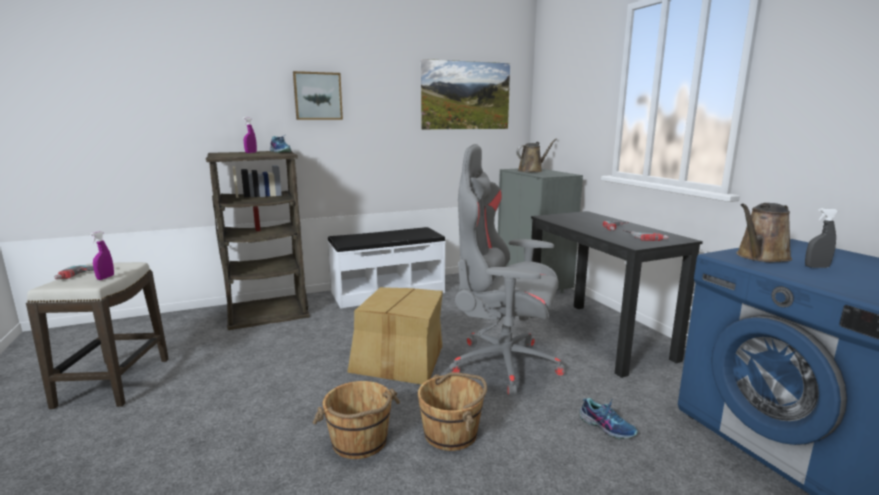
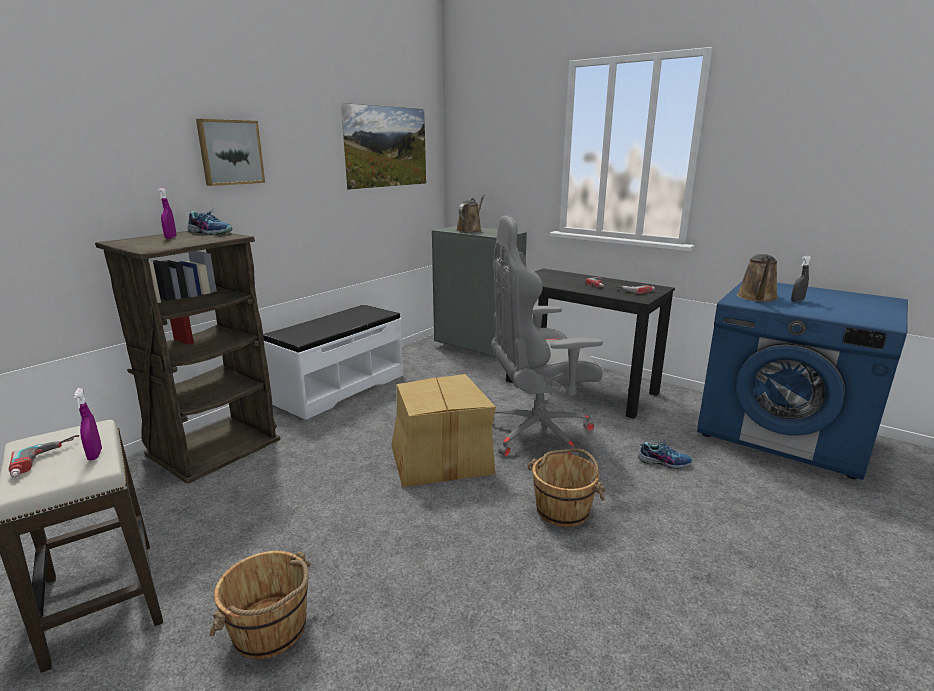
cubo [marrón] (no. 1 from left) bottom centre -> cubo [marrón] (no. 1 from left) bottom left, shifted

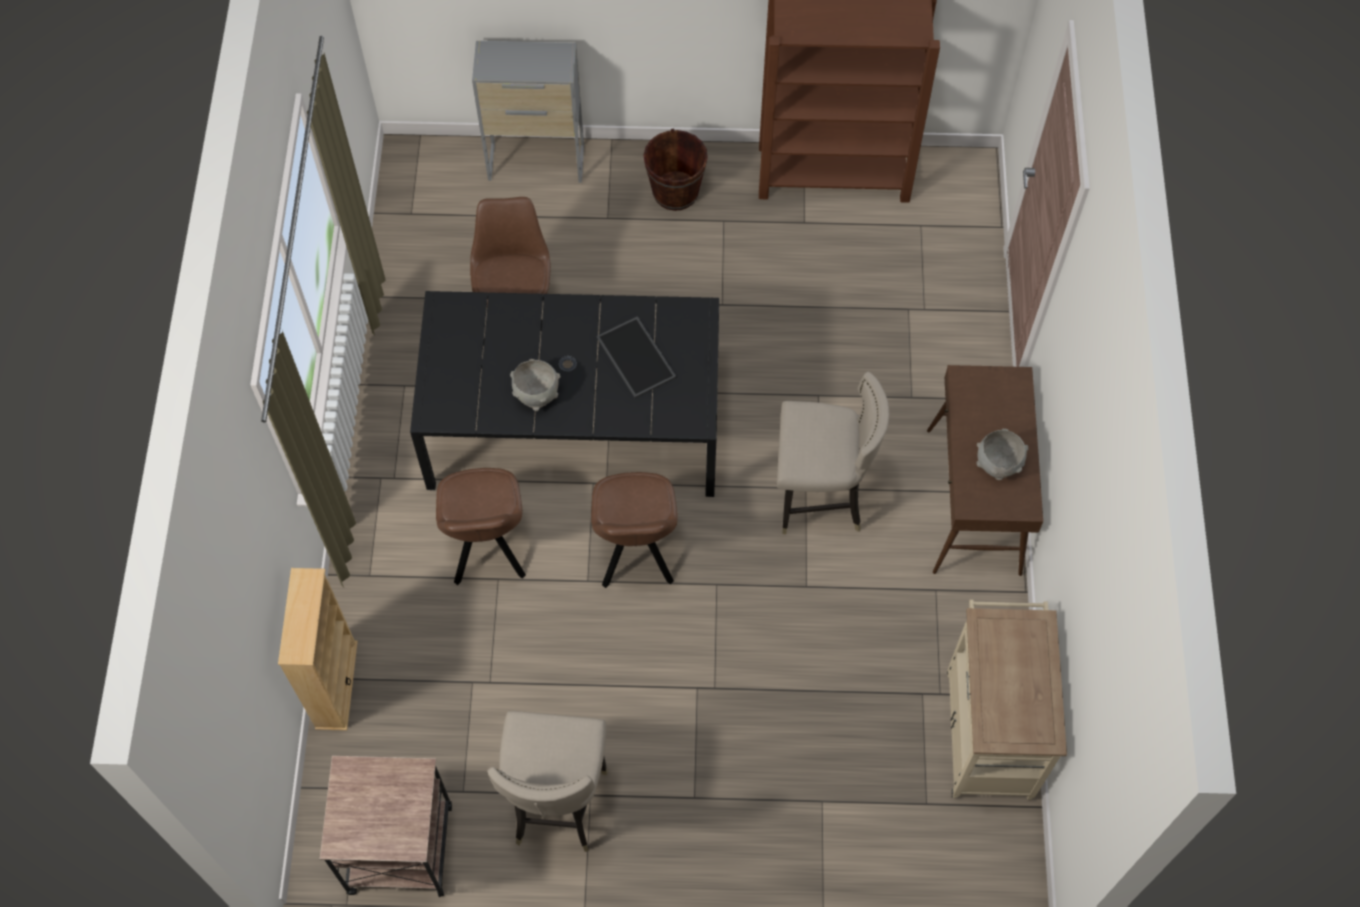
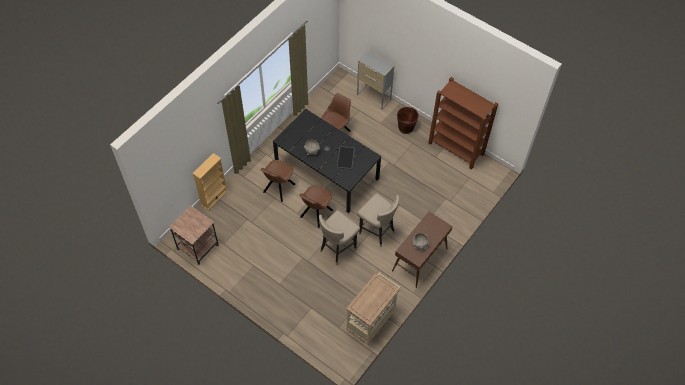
taburete [beis] (no. 1 from left) bottom centre -> taburete [beis] (no. 1 from left) centre, shifted

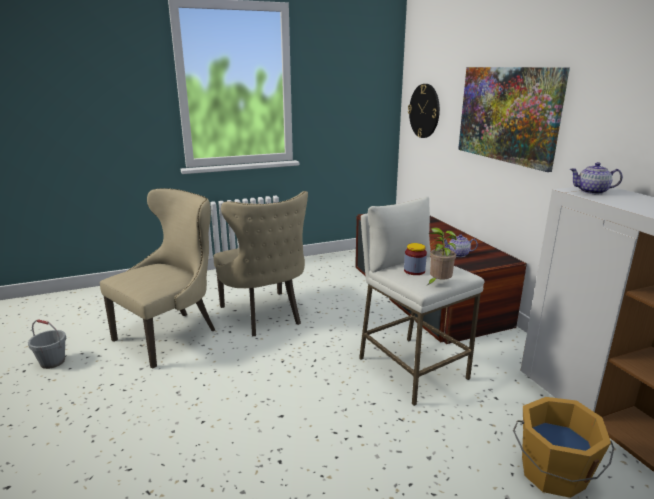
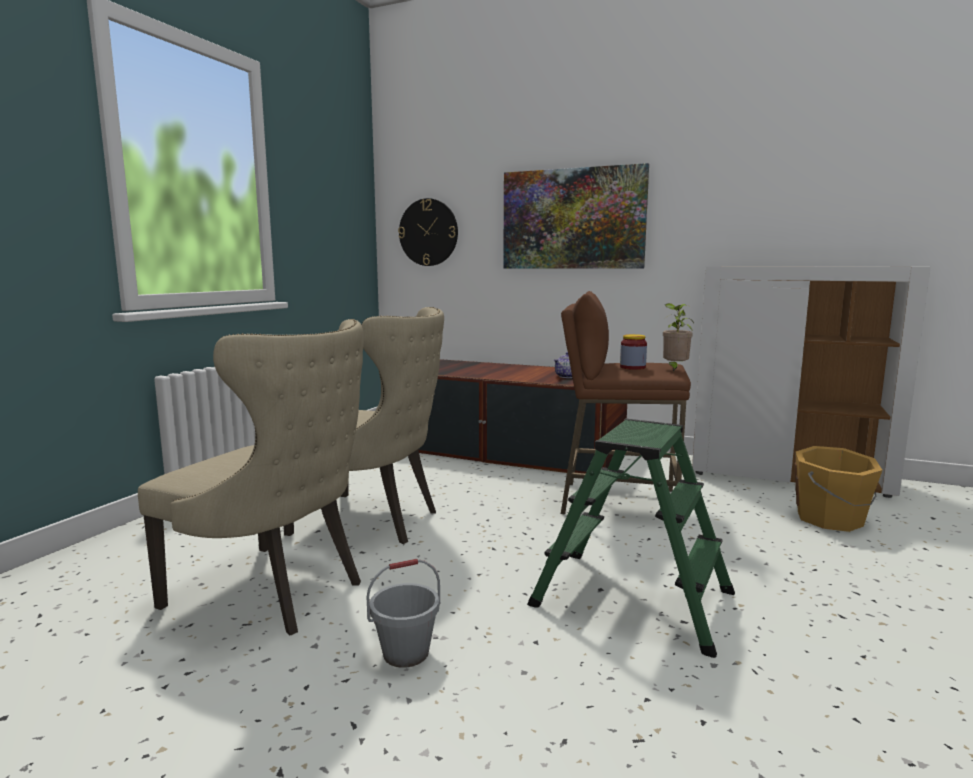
tetera (no. 2 from left) middle right -> none
silla [beis] (no. 1 from left) middle left, 120 degrees clockwise
taburete [blanco] centre -> taburete [marrón] centre
cubo [gris] bottom left -> cubo [gris] bottom centre, shifted
none -> escalera de tijera [verde] bottom centre

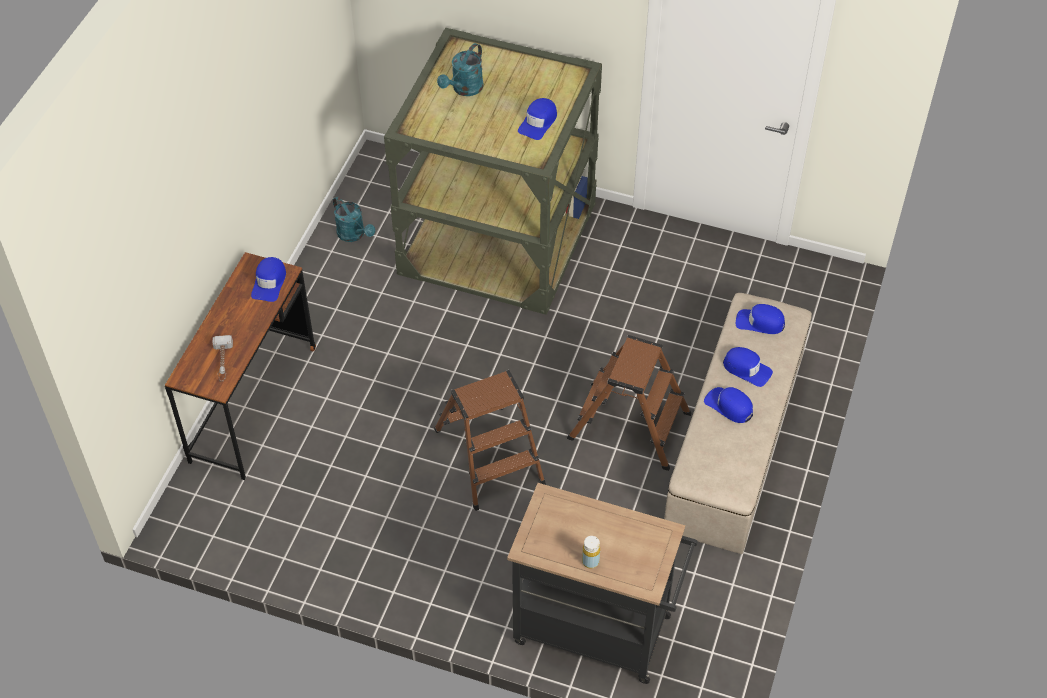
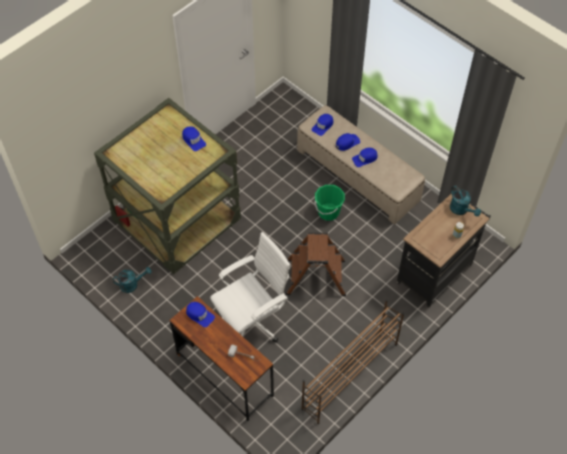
regadera [turquesa] (no. 2 from left) top centre -> regadera [turquesa] (no. 2 from left) middle right, shifted
escalera de tijera [marrón] (no. 2 from left) centre -> cubo [verde] centre
none -> silla de oficina [blanco] centre
none -> zapatero [marrón] bottom centre

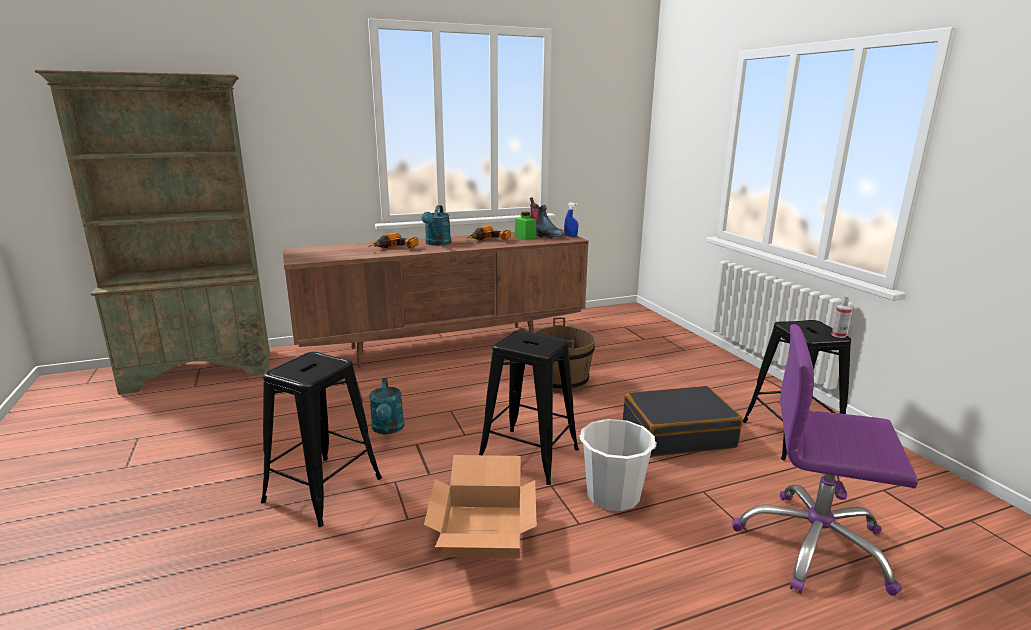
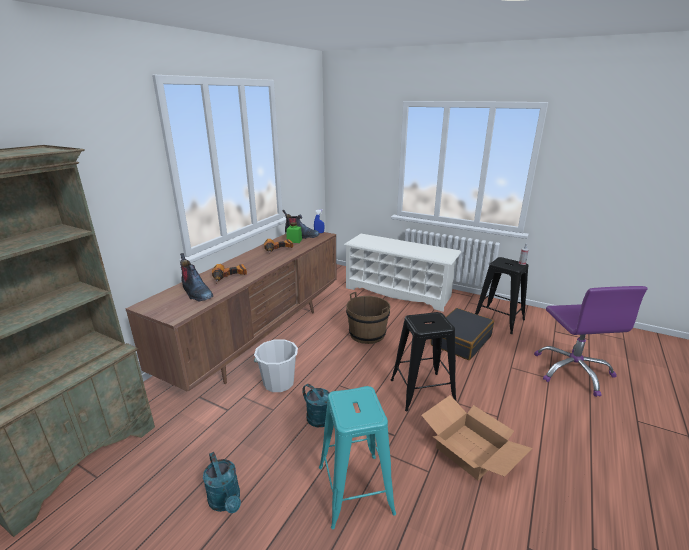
regadera [turquesa] (no. 2 from left in the first image) centre -> regadera [turquesa] (no. 1 from left) bottom left, shifted
silla de oficina [morado] bottom right -> silla de oficina [morado] middle right, 75 degrees counterclockwise
taburete [negro] (no. 1 from left) bottom left -> taburete [turquesa] bottom centre
cubo [blanco] bottom centre -> cubo [blanco] centre, shifted
none -> zapatero [blanco] centre
none -> bota (no. 1 from left) middle left

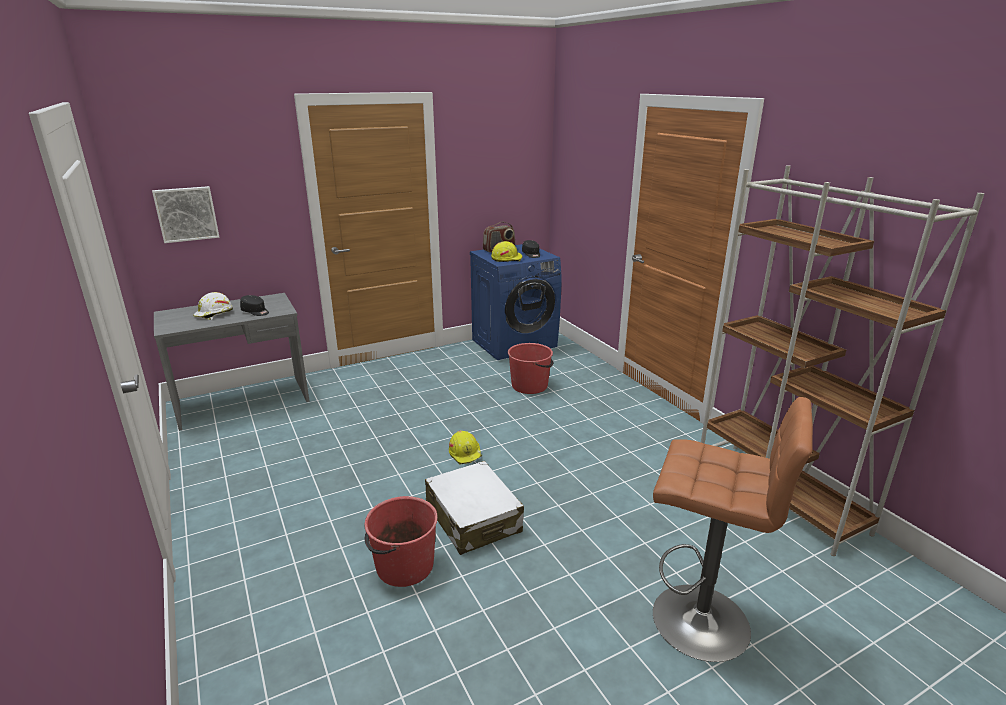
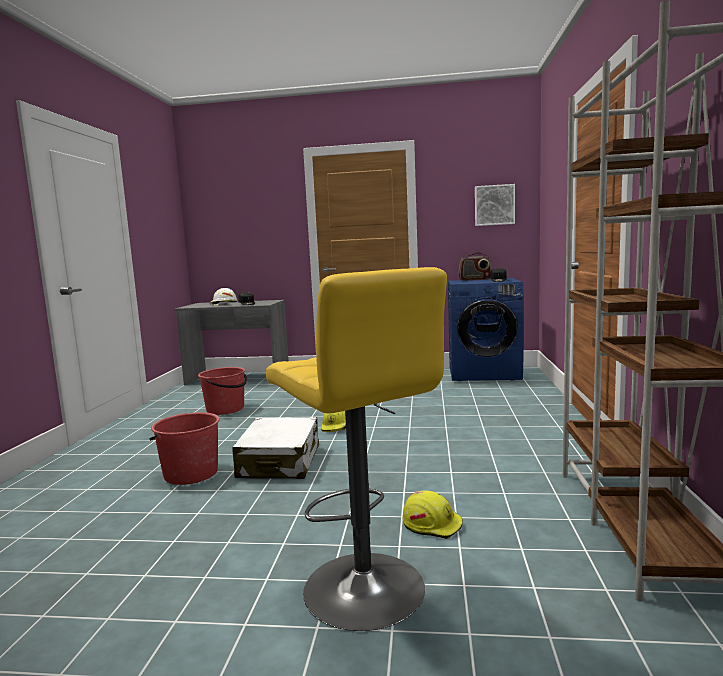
cuadro top left -> cuadro top right, shifted
casco [amarillo] (no. 2 from left) centre -> casco [amarillo] (no. 2 from left) bottom centre, shifted
cubo [rojo] (no. 2 from left) centre -> cubo [rojo] (no. 2 from left) middle left, shifted
taburete [marrón] bottom right -> taburete [amarillo] centre

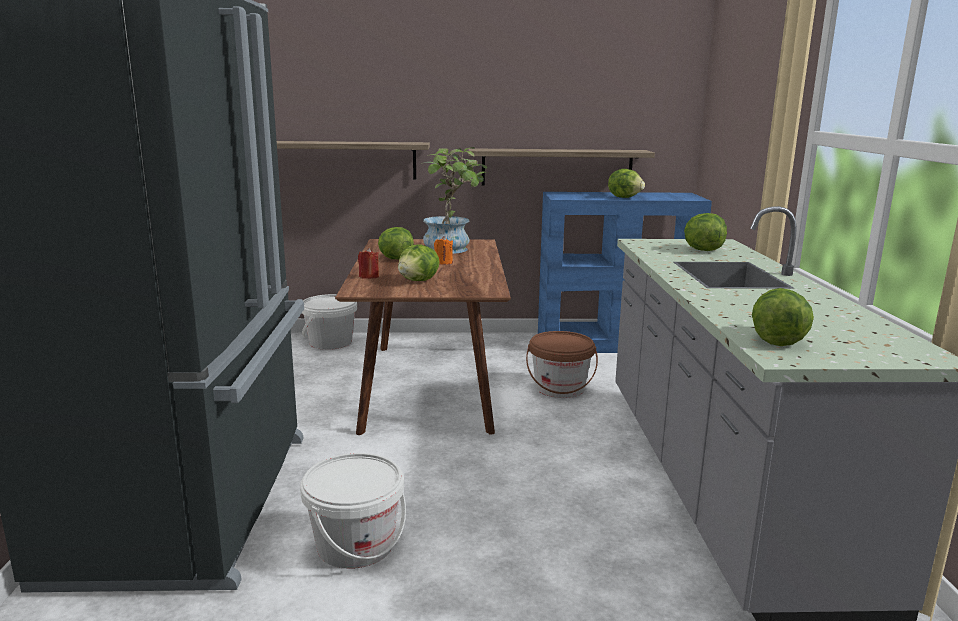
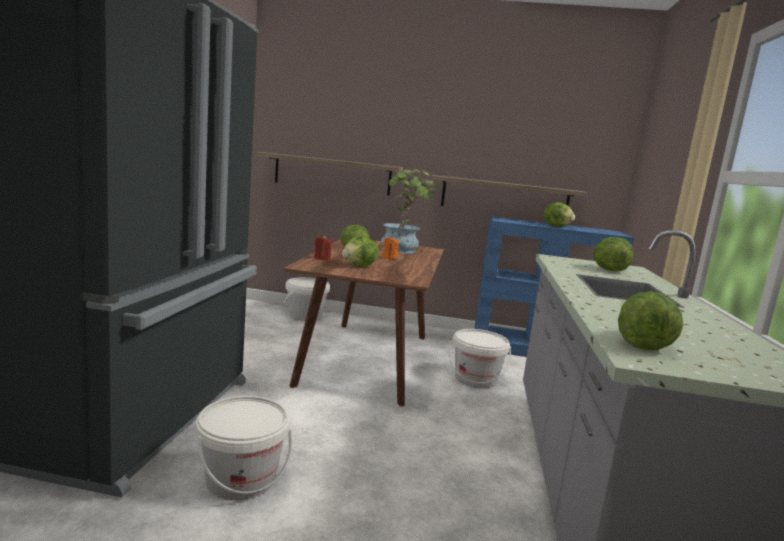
cubo [marrón] centre -> cubo [blanco] (no. 3 from left) centre

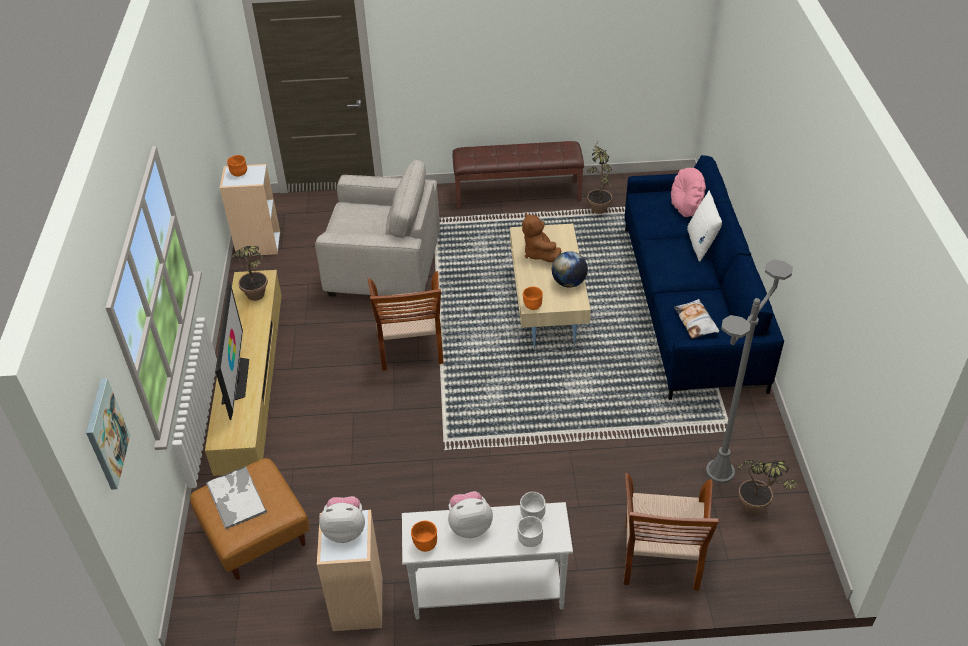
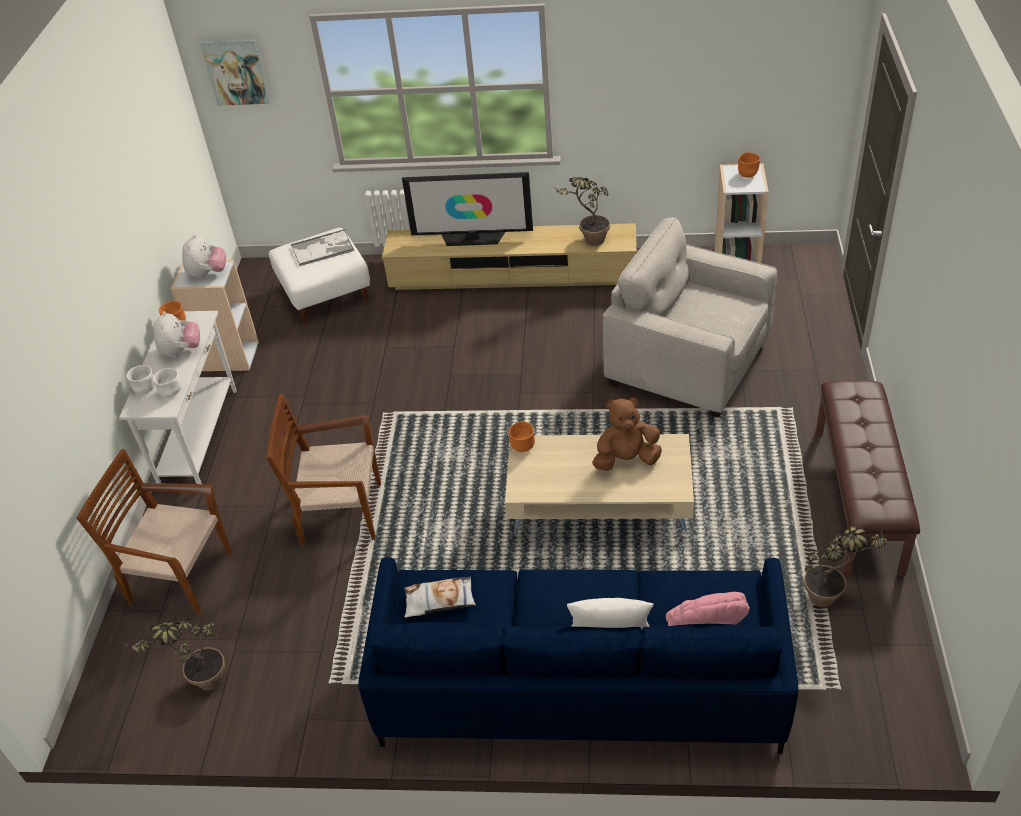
sillón [gris] centre -> sillón [gris] middle right, 105 degrees clockwise
globo terráqueo centre -> none
lámpara de pie [gris] middle right -> none
sillón [marrón] (no. 1 from left in the first image) centre -> sillón [marrón] (no. 2 from left) middle left, shifted
puf [marrón] bottom left -> puf [blanco] middle left

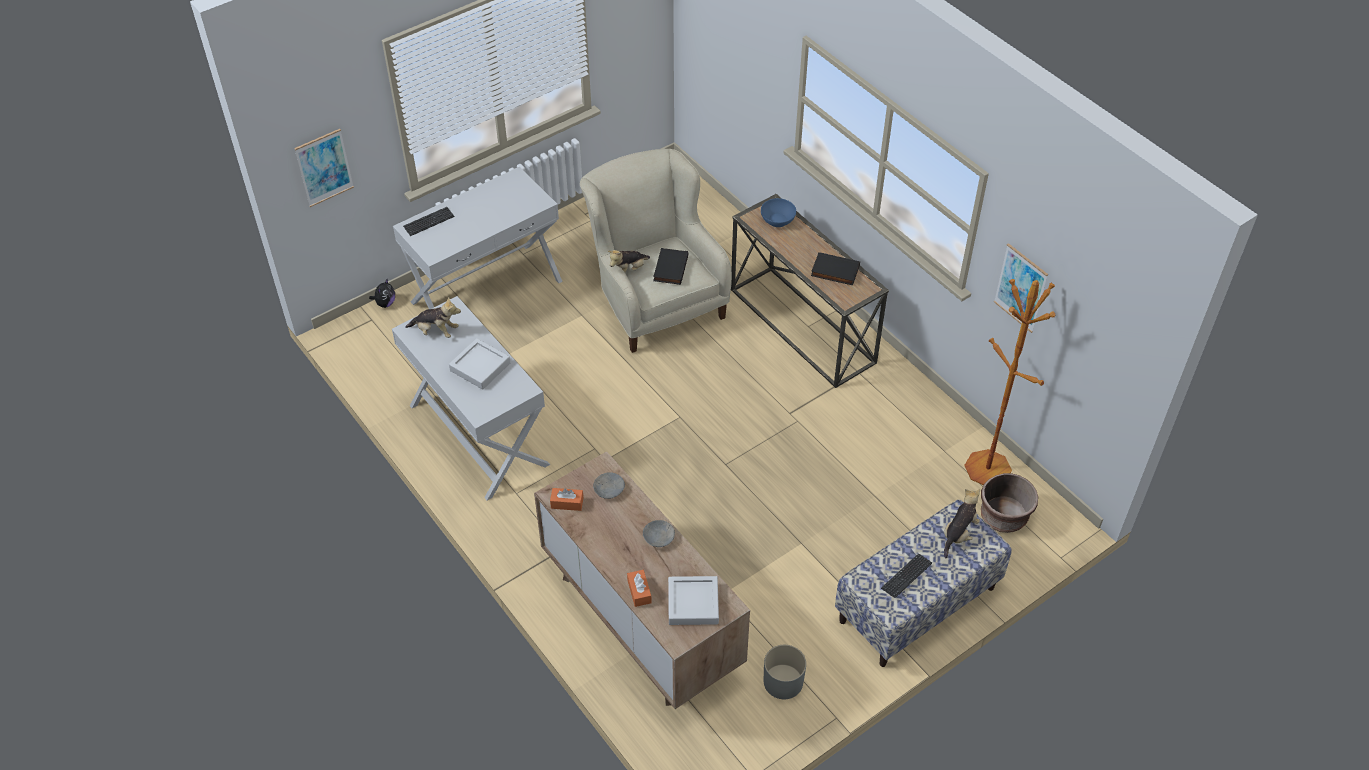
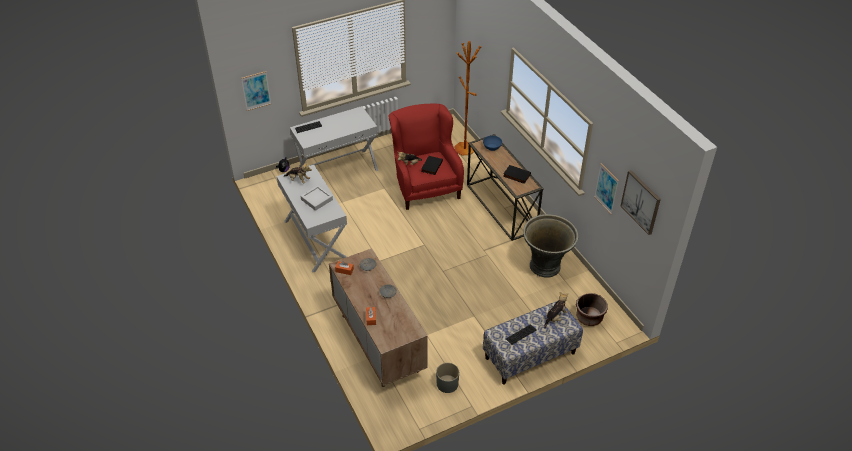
sillón [beis] top centre -> sillón [rojo] centre
perchero [naranja] middle right -> perchero [naranja] top centre, shifted
bandeja [gris] (no. 2 from left) bottom centre -> none
none -> cuadro (no. 3 from left) middle right
none -> maceta [gris] (no. 2 from left) centre

